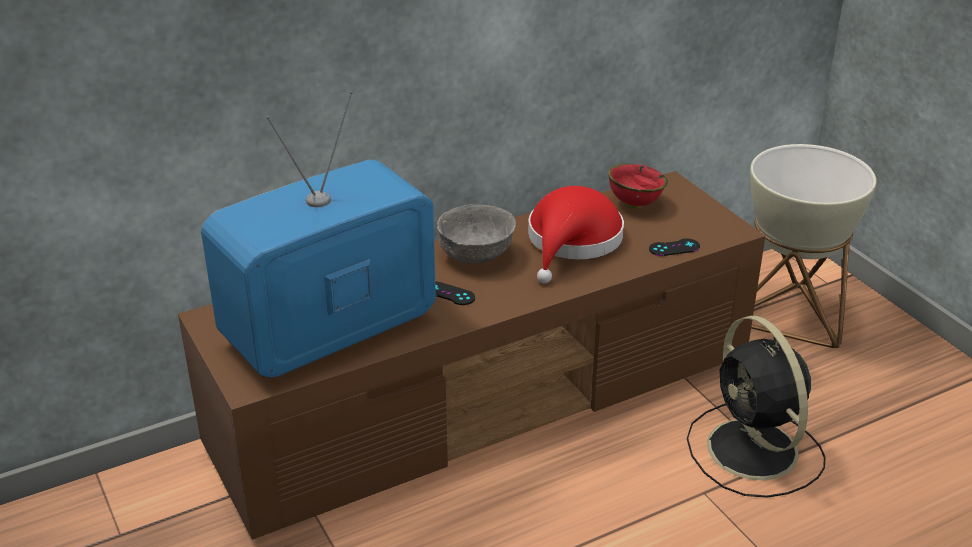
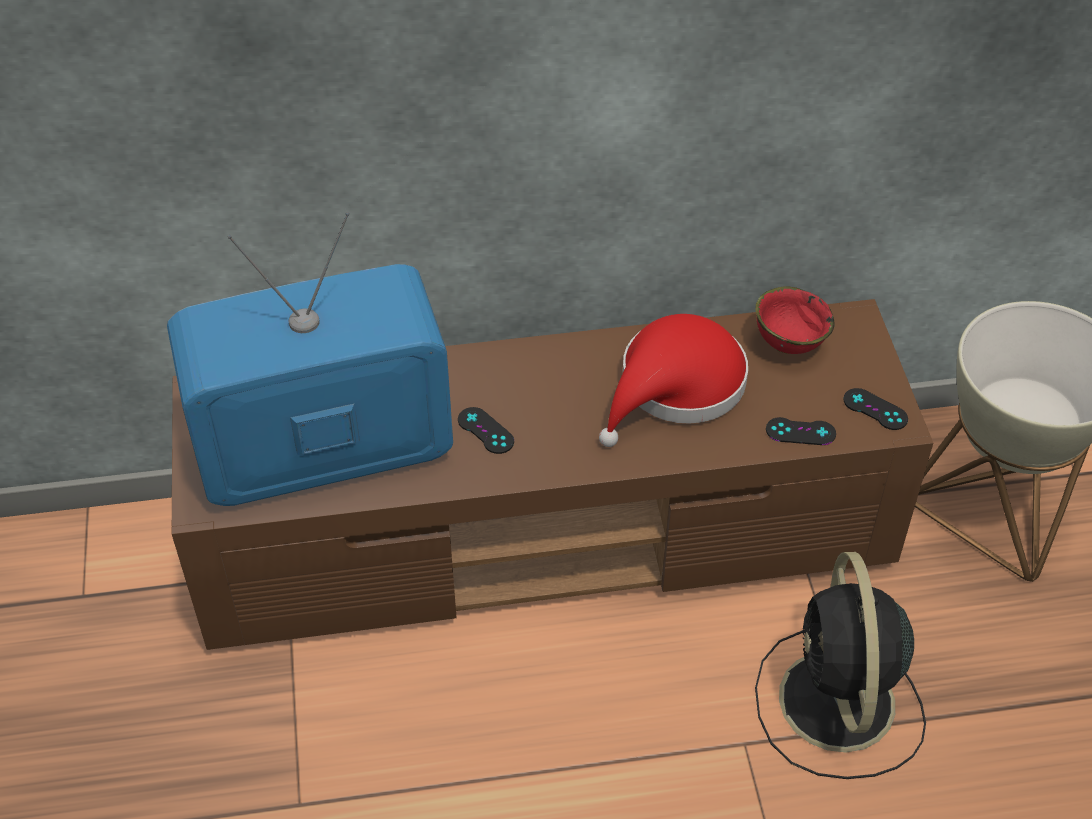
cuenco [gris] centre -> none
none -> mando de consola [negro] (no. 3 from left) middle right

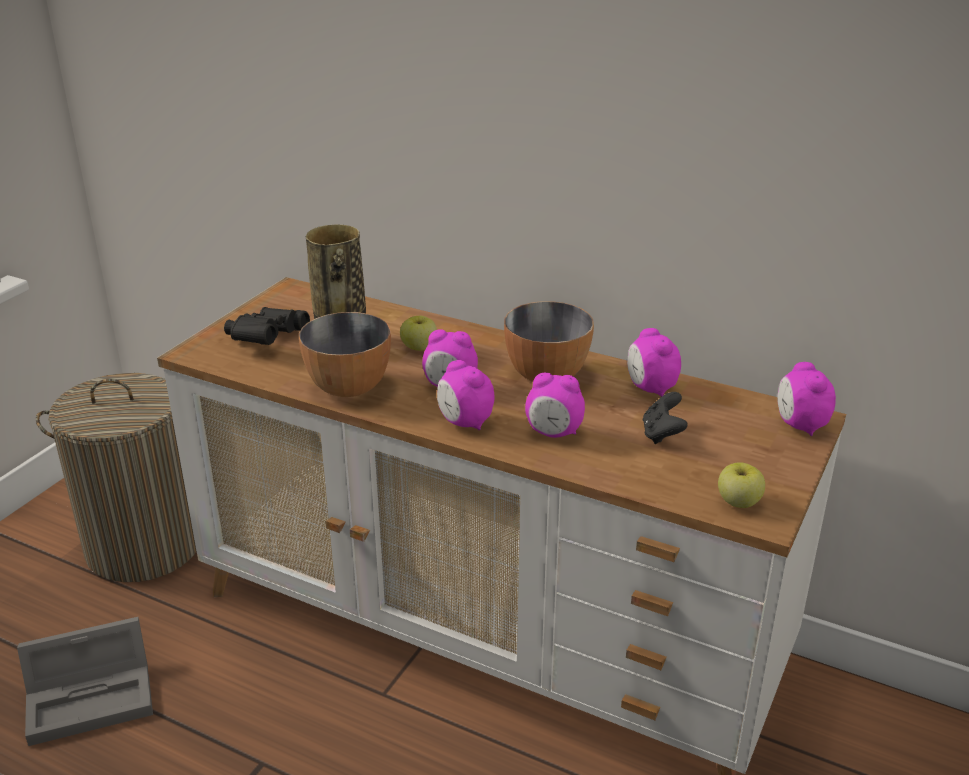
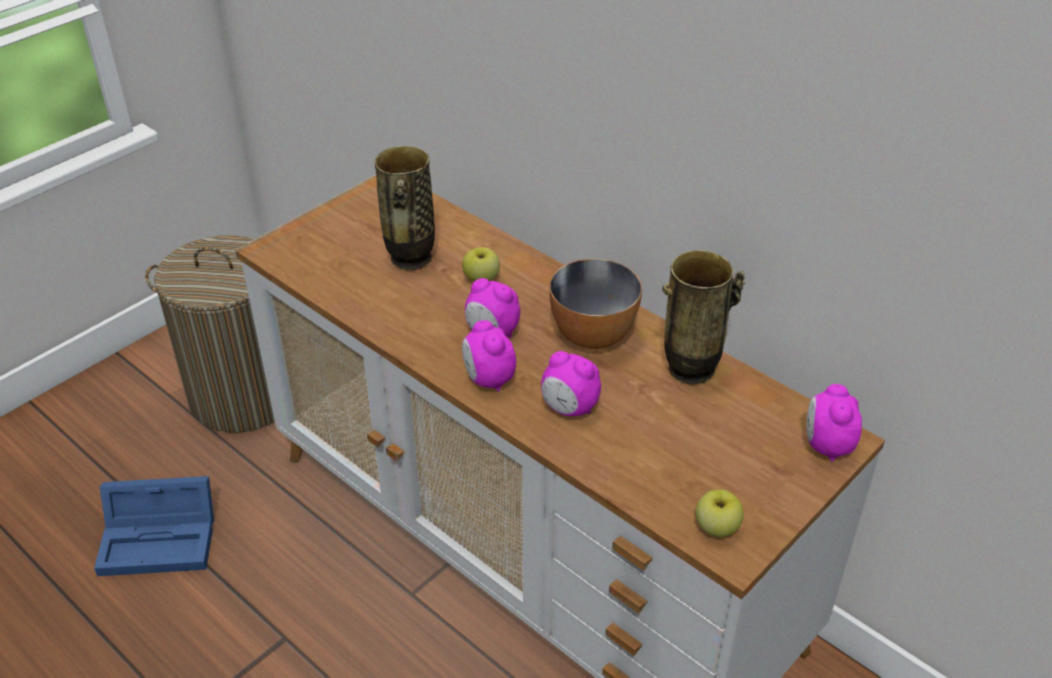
prismáticos [negro] middle left -> none
cuenco (no. 1 from left) centre -> none
despertador (no. 4 from left) middle right -> florero (no. 2 from left) middle right
mando de consola [negro] middle right -> none
caja de almacenaje [gris] bottom left -> caja de almacenaje [azul] bottom left

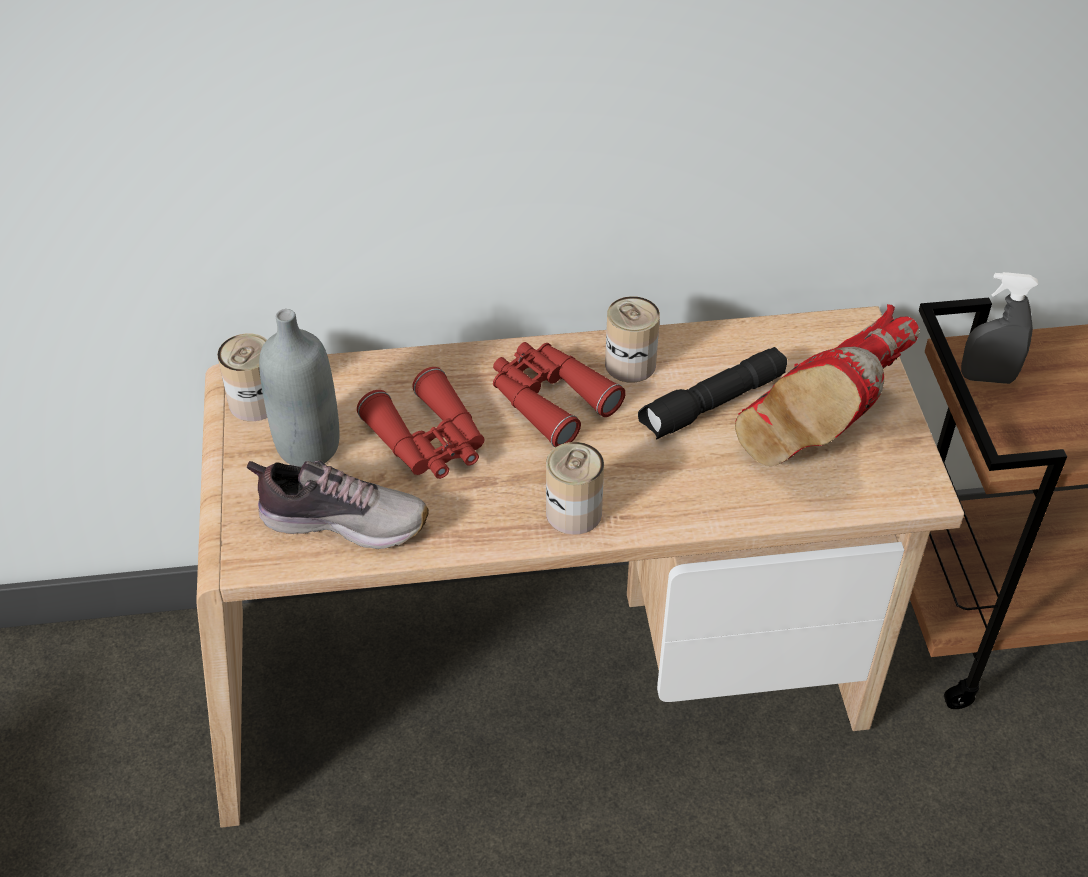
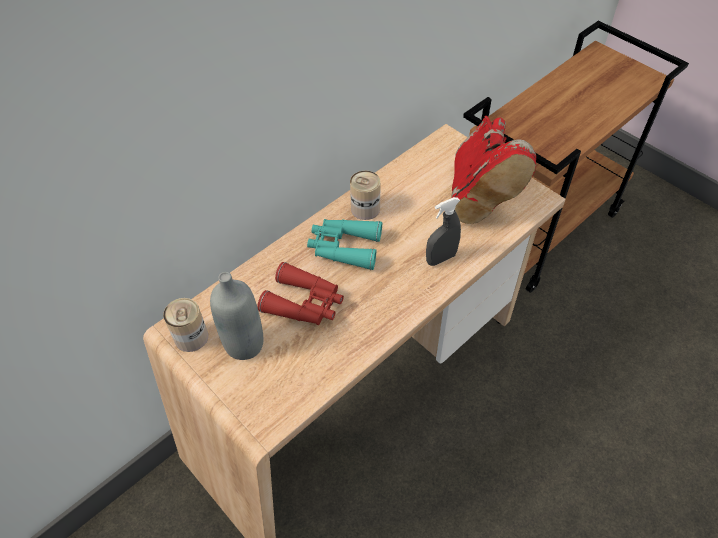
pulverizador [gris] middle right -> pulverizador [gris] centre, shifted
prismáticos [rojo] (no. 2 from left) centre -> prismáticos [turquesa] centre
linterna [negro] centre -> none
lata (no. 2 from left) centre -> none
zapato middle left -> none

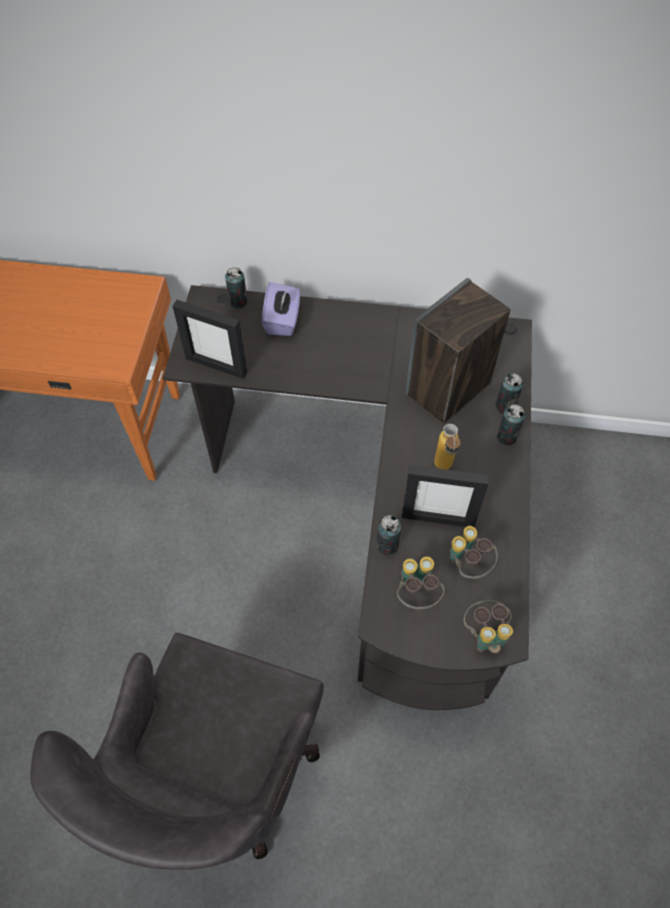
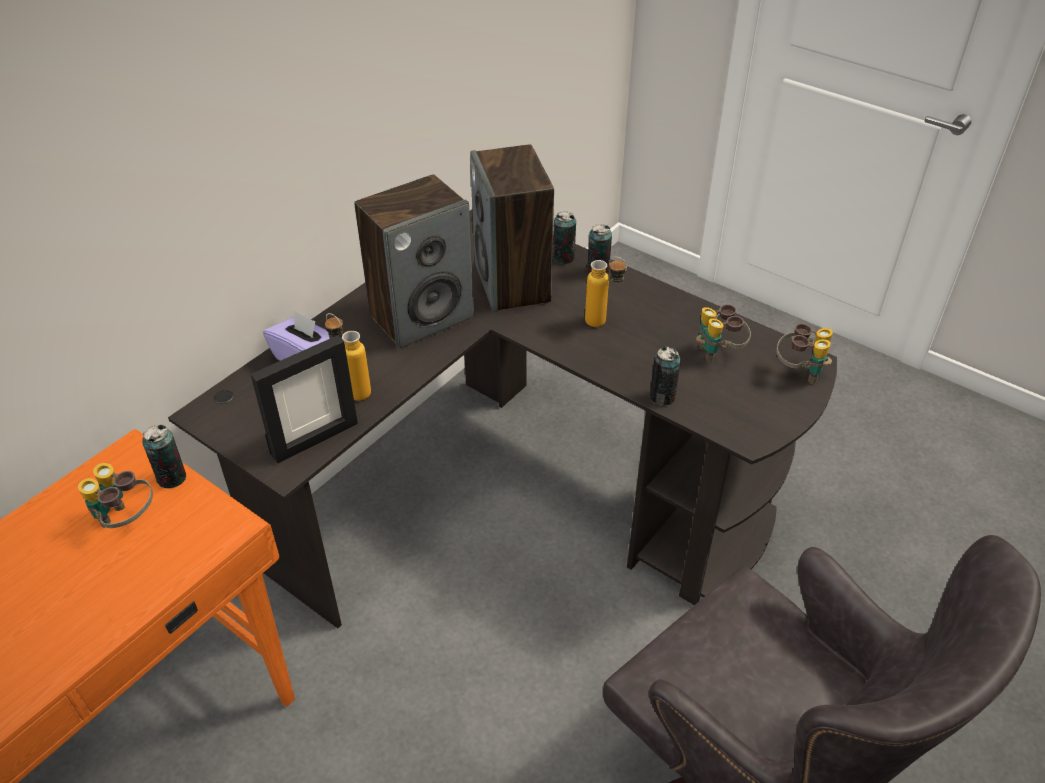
lata (no. 1 from left) top centre -> lata (no. 1 from left) middle left, shifted
portarretratos (no. 2 from left) centre -> none
prismáticos (no. 1 from left) centre -> prismáticos (no. 1 from left) middle left, shifted
none -> altavoz (no. 1 from left) centre
none -> botella (no. 1 from left) middle left

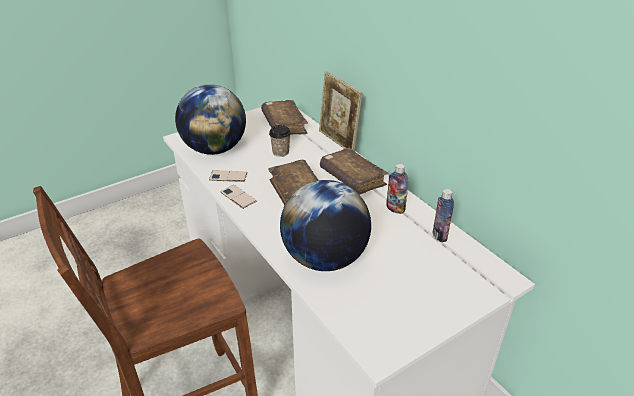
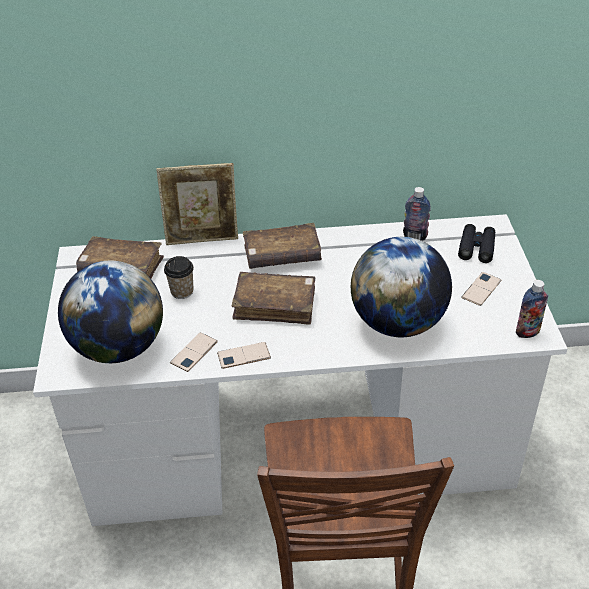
botella (no. 1 from left in the first image) centre -> botella (no. 2 from left) middle right, shifted
none -> prismáticos [negro] middle right
none -> móvil (no. 3 from left) middle right

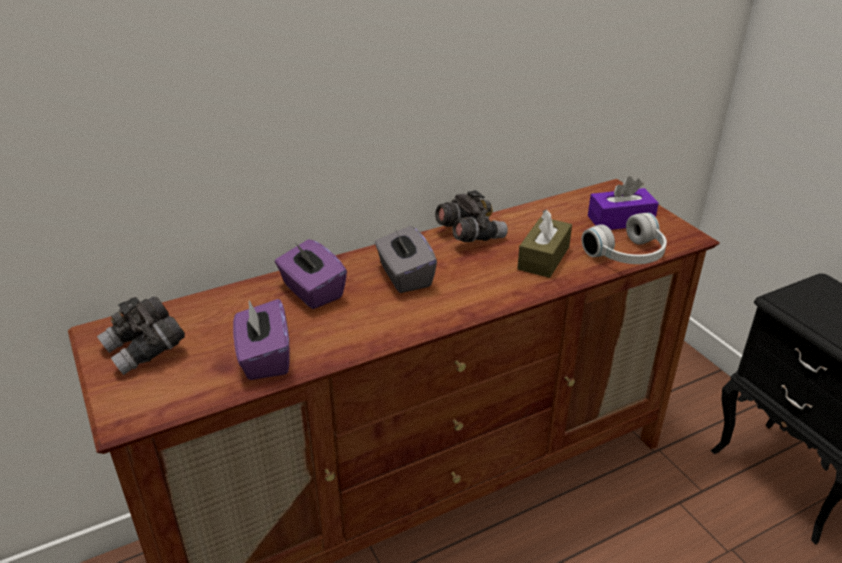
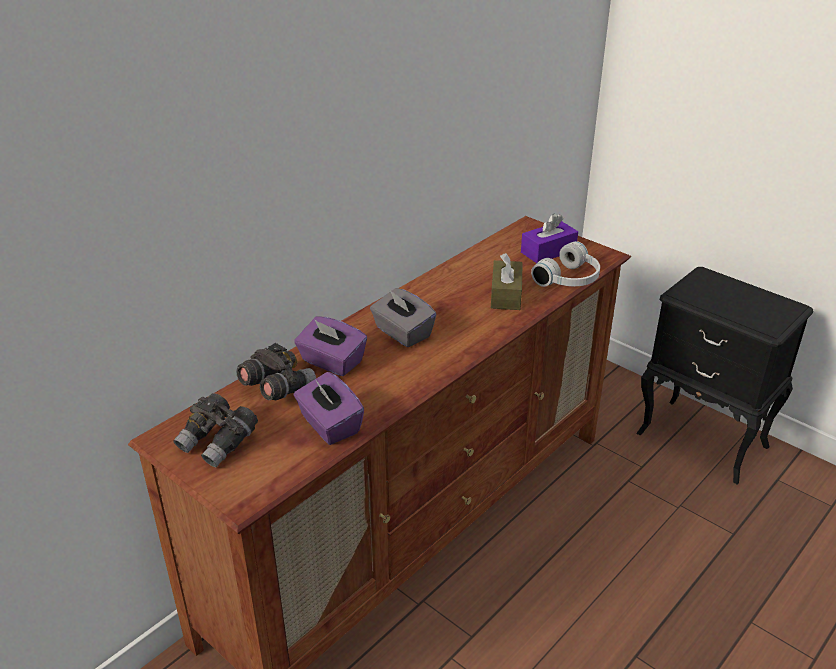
prismáticos [gris] (no. 2 from left) centre -> prismáticos [gris] (no. 2 from left) middle left, shifted

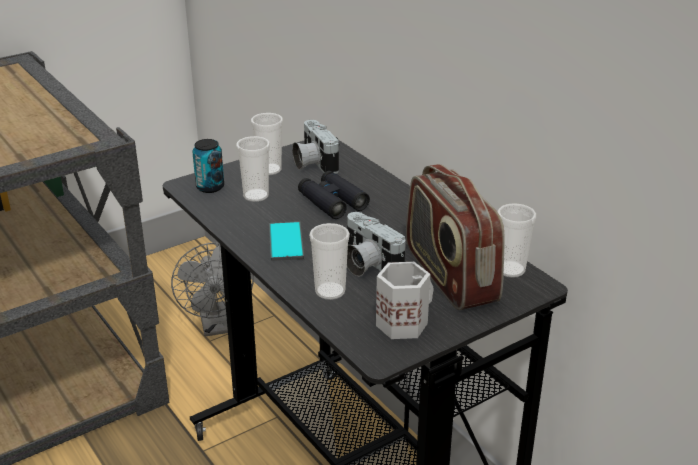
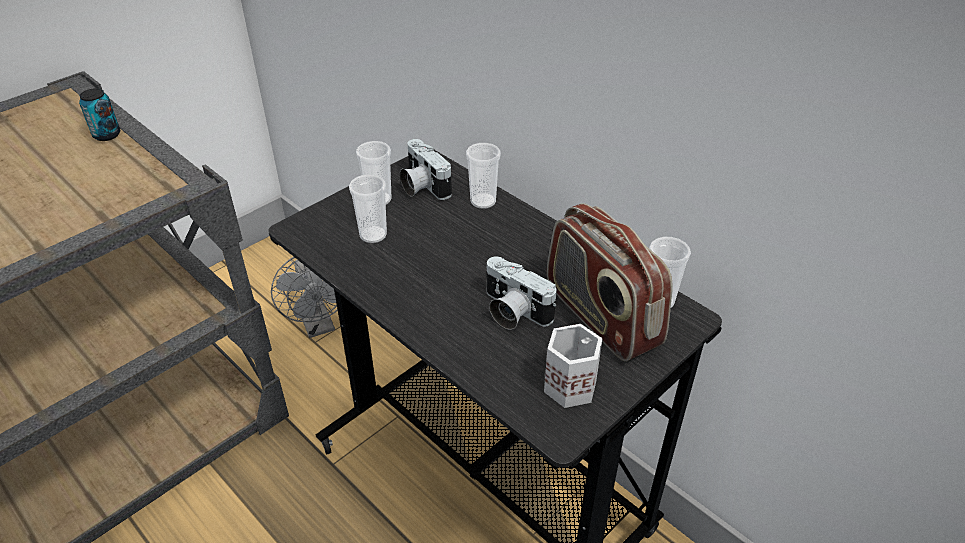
lata middle left -> lata top left, shifted
prismáticos [negro] centre -> none
móvil centre -> none
taza (no. 3 from left) centre -> taza (no. 3 from left) top centre, shifted

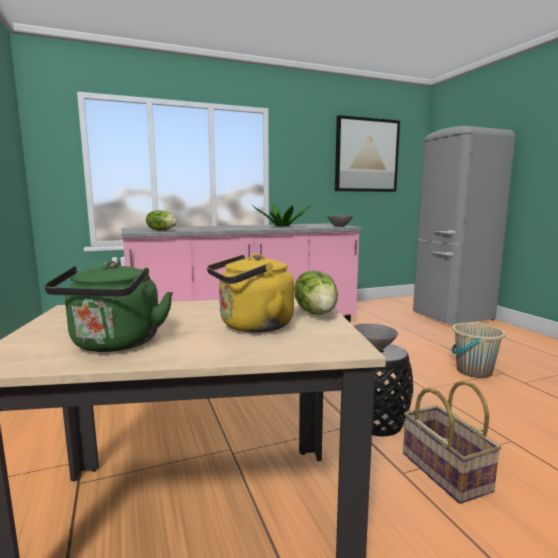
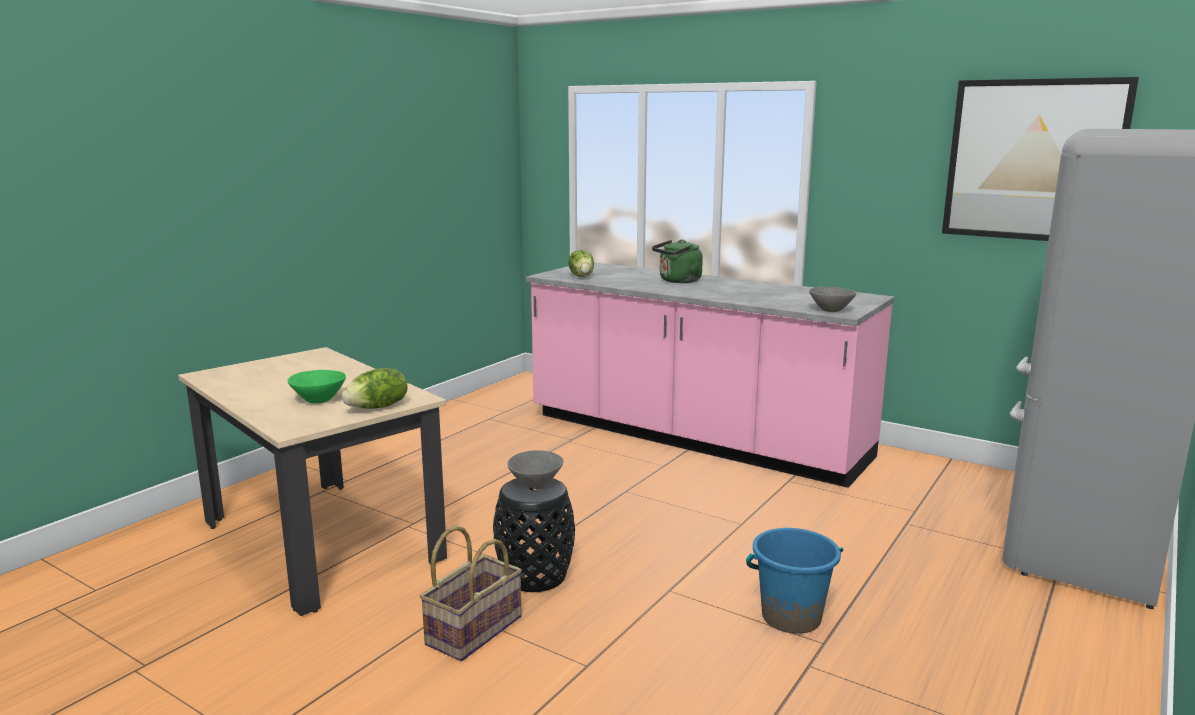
planta en maceta centre -> none
hervidor [amarillo] centre -> cuenco [verde] middle left
hervidor [verde] middle left -> hervidor [verde] centre, shifted
cubo [beis] middle right -> cubo [azul] bottom centre

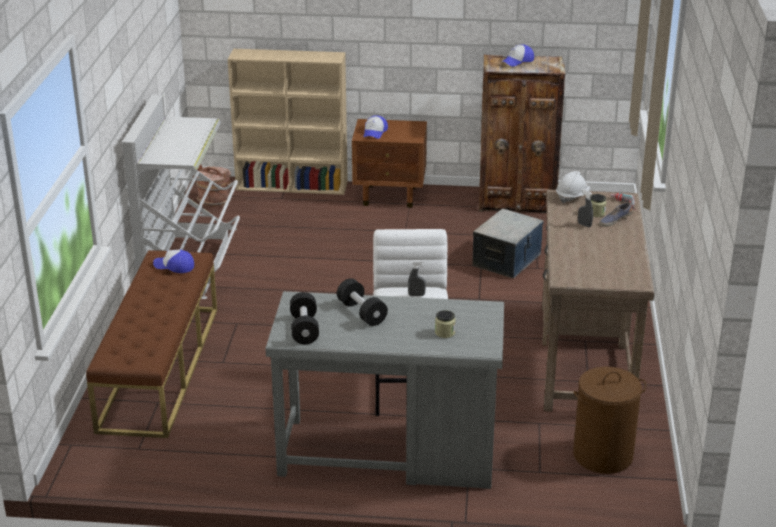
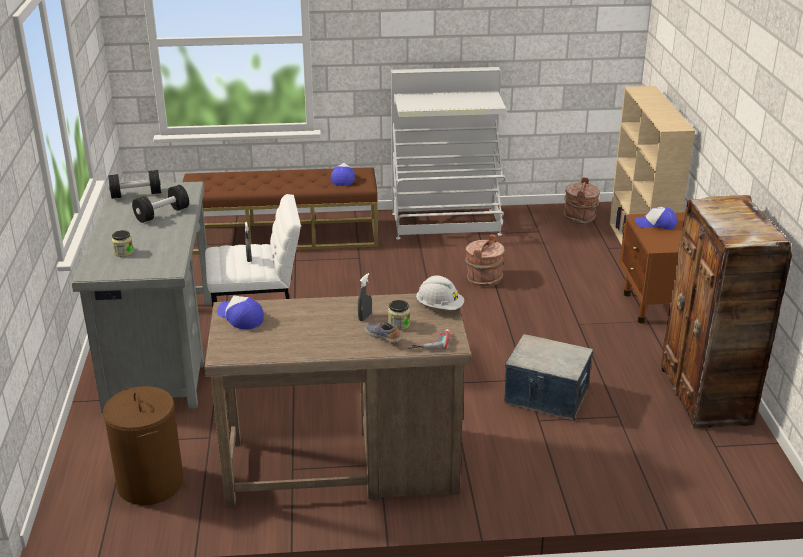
gorra (no. 3 from left in the first image) top centre -> gorra (no. 1 from left) middle left, shifted
none -> cubo [marrón] (no. 1 from left) centre

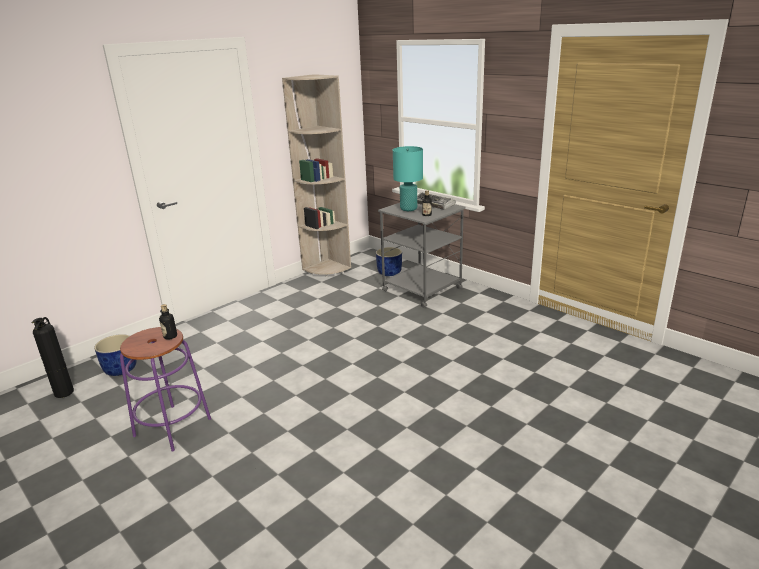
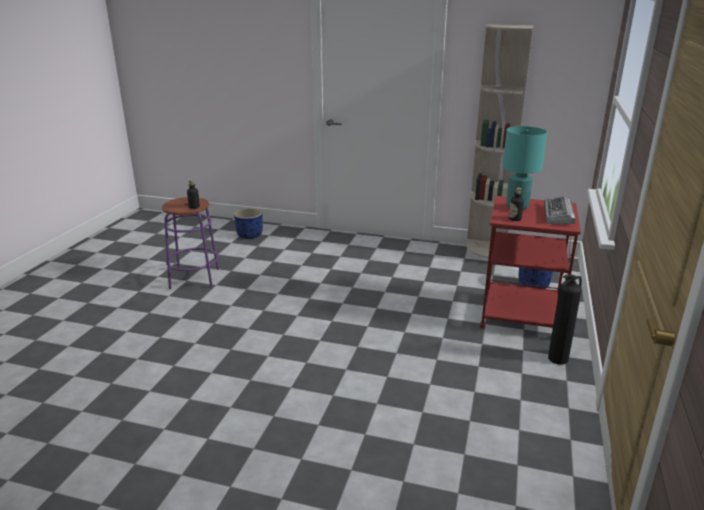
carrito [gris] centre -> carrito [rojo] middle right
extintor middle left -> extintor middle right, shifted

